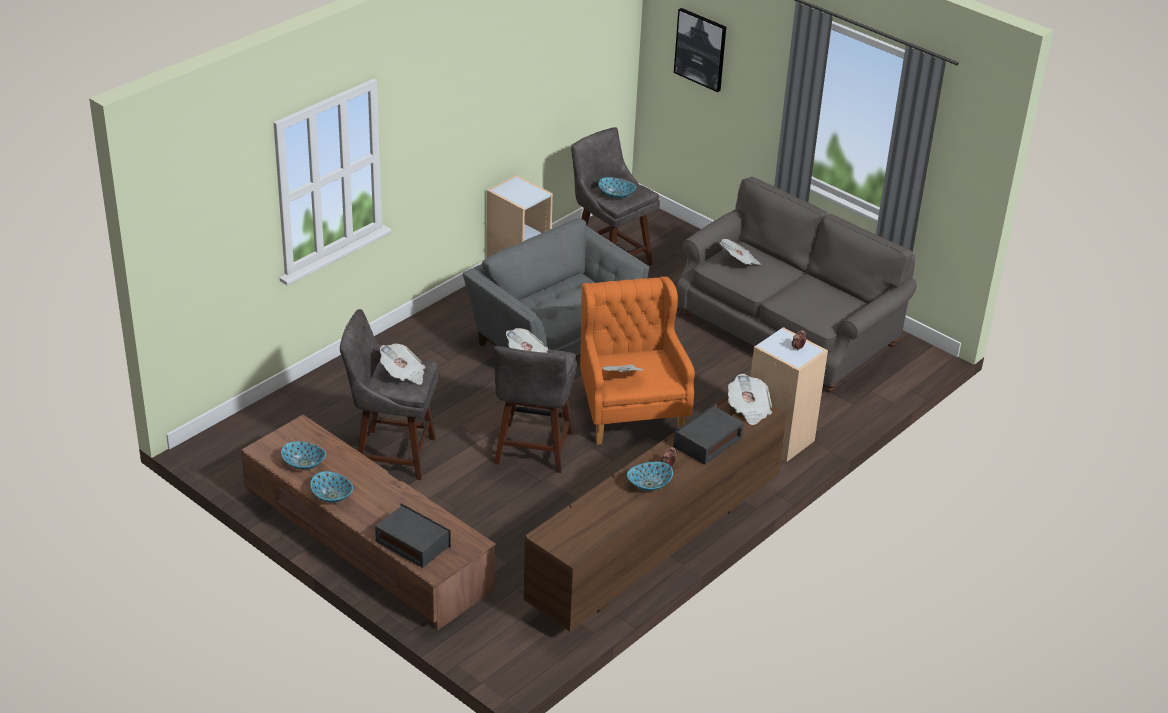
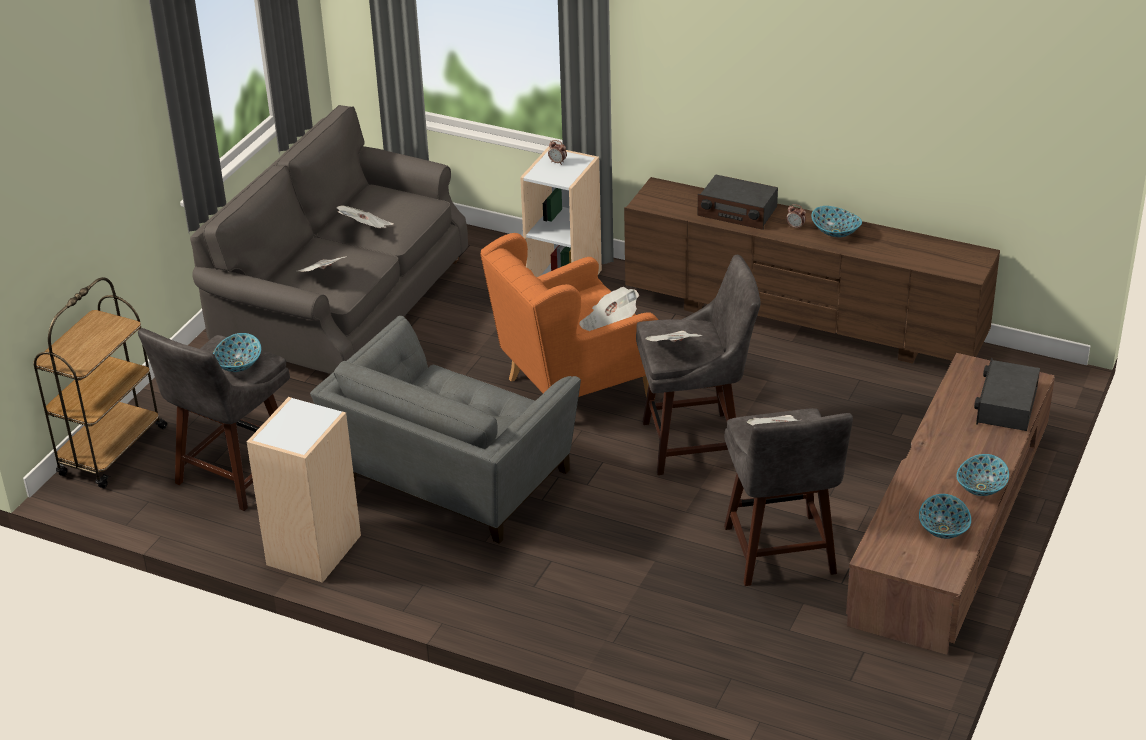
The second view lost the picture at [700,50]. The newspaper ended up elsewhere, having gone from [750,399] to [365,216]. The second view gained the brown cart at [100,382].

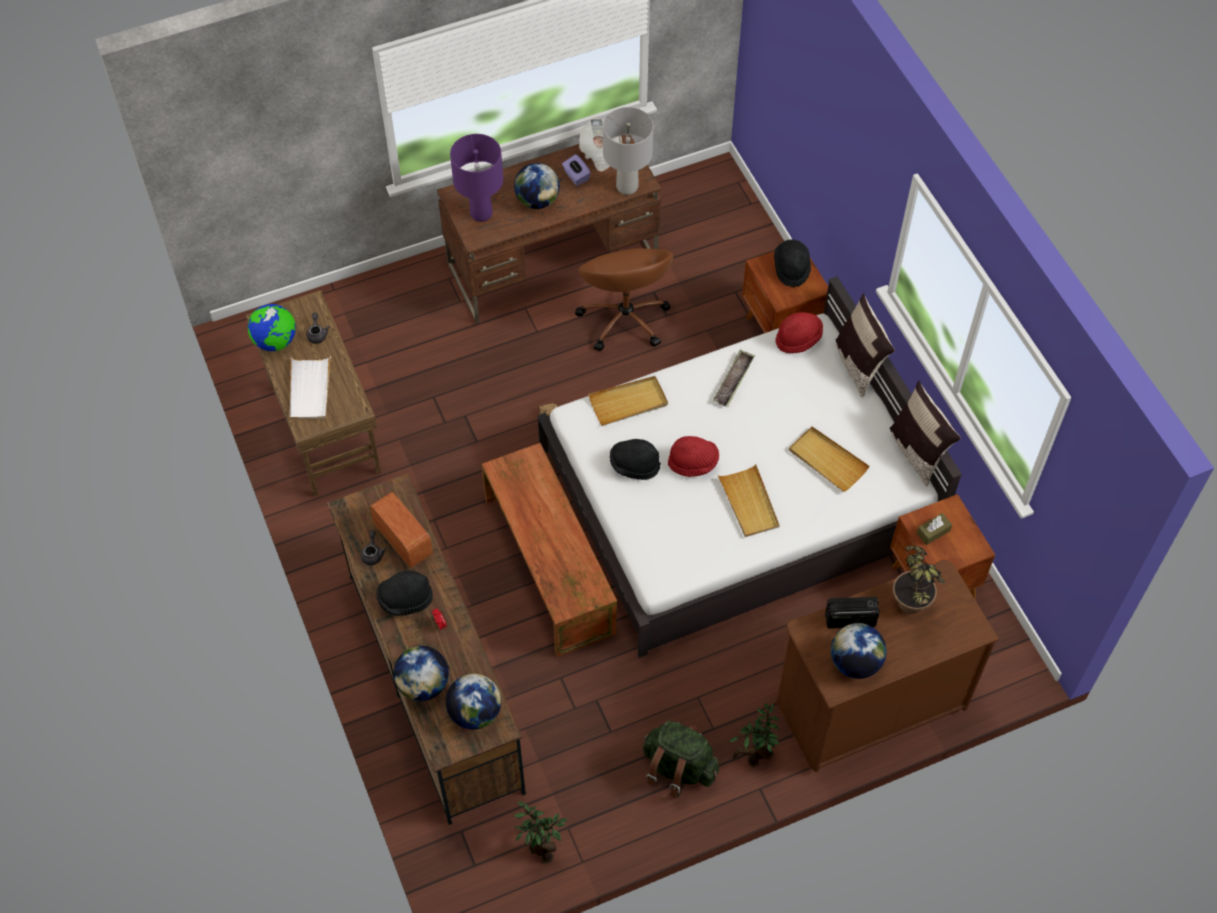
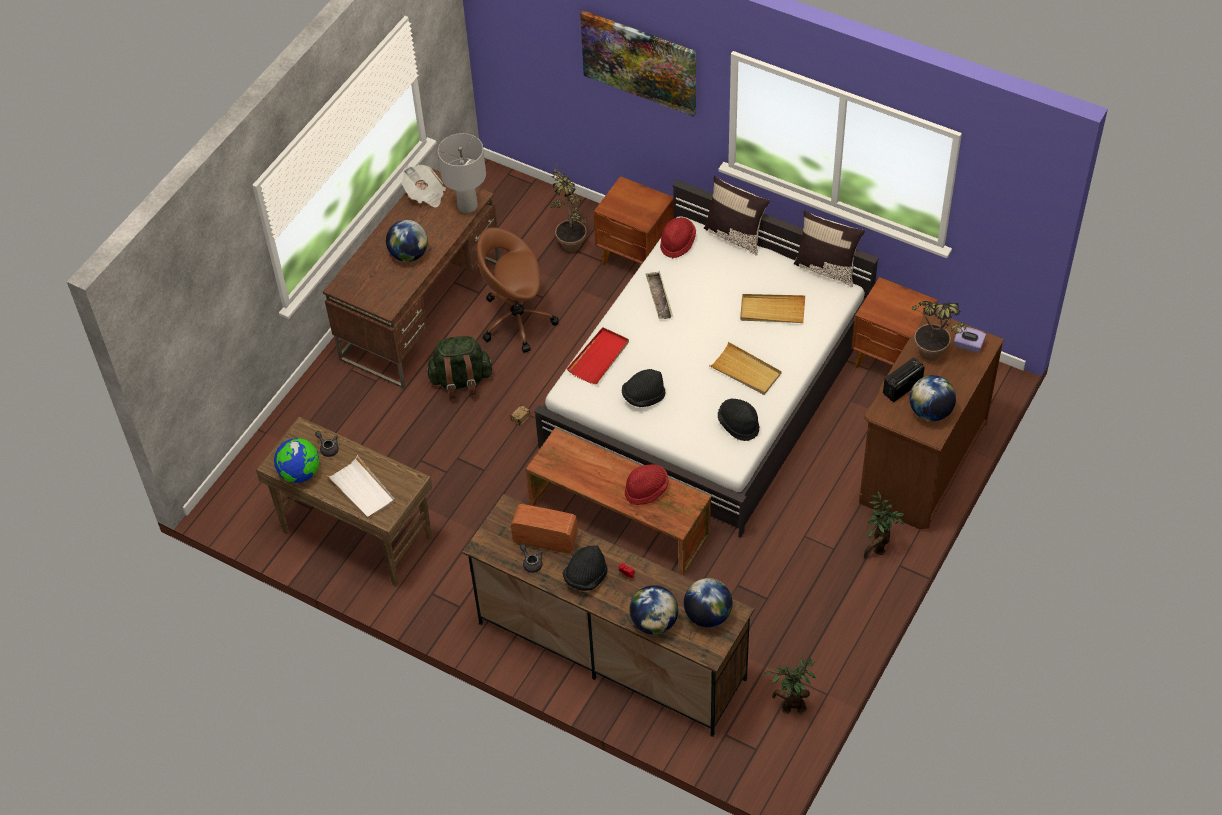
The second view lost the purple table lamp at [476,178]. The purple tissue box ended up elsewhere, having gone from [576,170] to [970,339]. The brown office chair at [624,299] ended up facing another way, 135 degrees clockwise from before. What was the beige tray at [628,401] turned into the red tray at [598,355]. The green backpack ended up elsewhere, having gone from [681,759] to [458,367]. The red hat ended up elsewhere, having gone from [693,456] to [646,484]. The black hat ended up elsewhere, having gone from [792,263] to [738,420]. The second view lost the brown tissue box at [934,529]. The second view gained the potted plant at [568,207]. The second view gained the picture at [638,63].

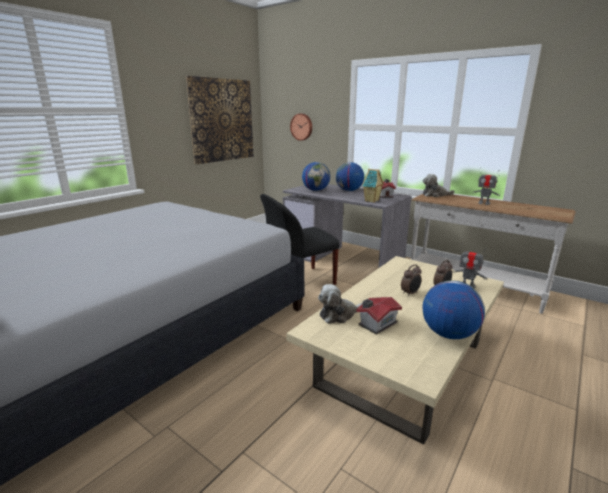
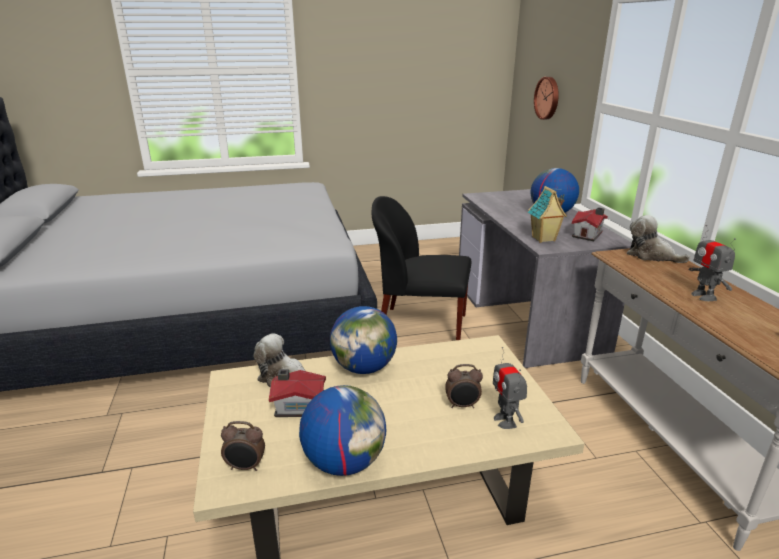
The second view lost the picture at [219,120]. The globe ended up elsewhere, having gone from [316,176] to [363,340]. The alarm clock ended up elsewhere, having gone from [411,280] to [243,446].

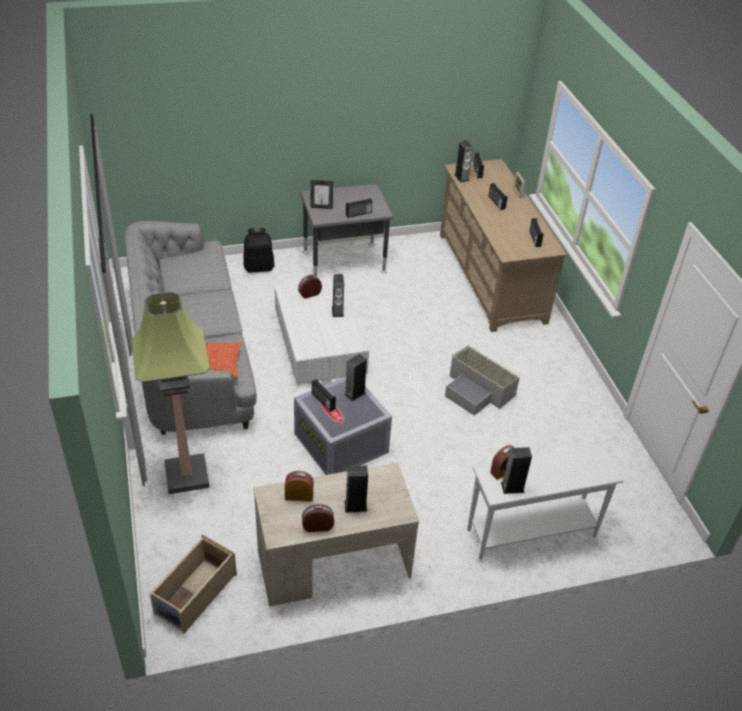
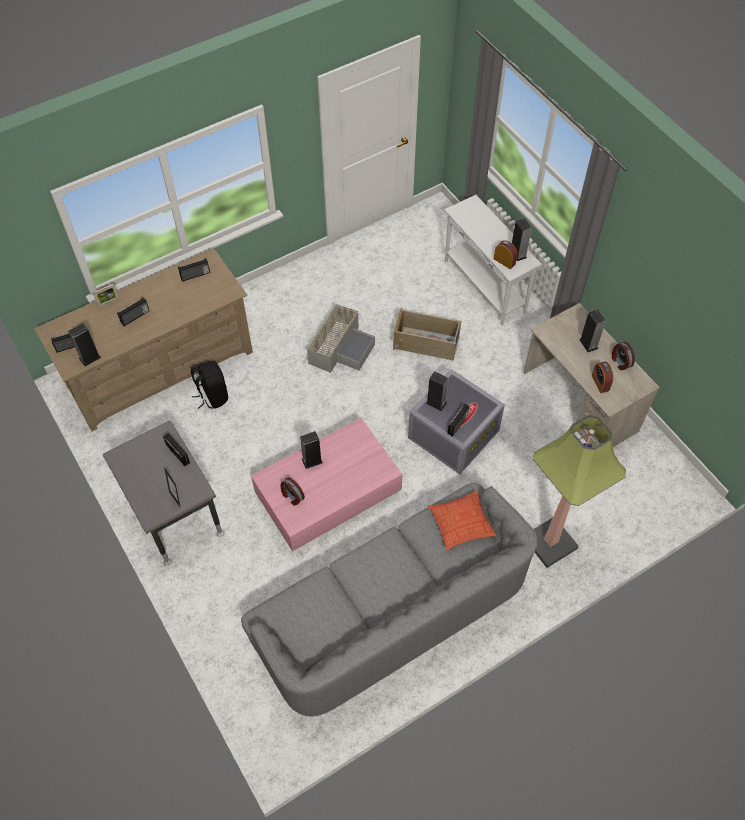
The beige storage box ended up elsewhere, having gone from [193,583] to [427,334]. The black backpack ended up elsewhere, having gone from [259,250] to [209,385]. What was the white coffee table at [321,331] turned into the pink coffee table at [327,484].

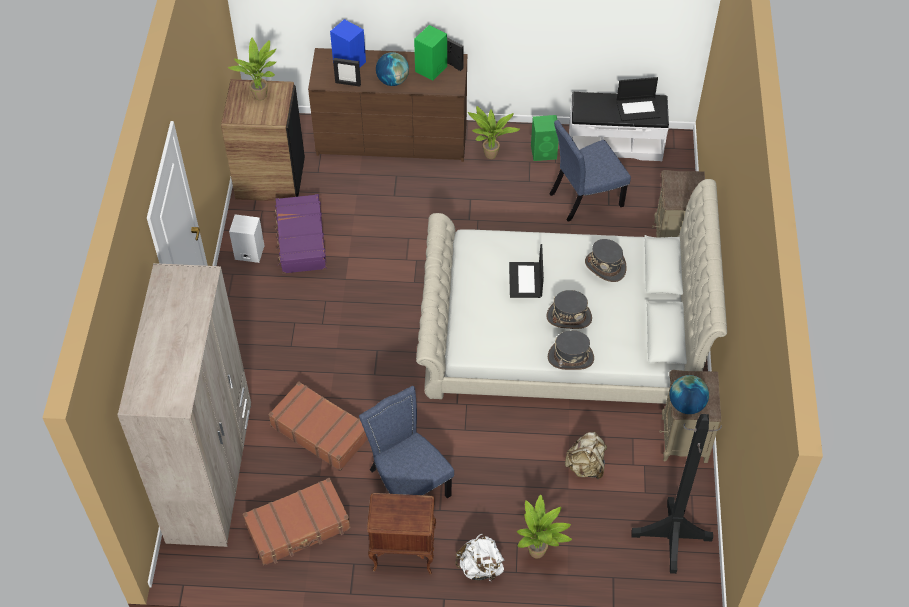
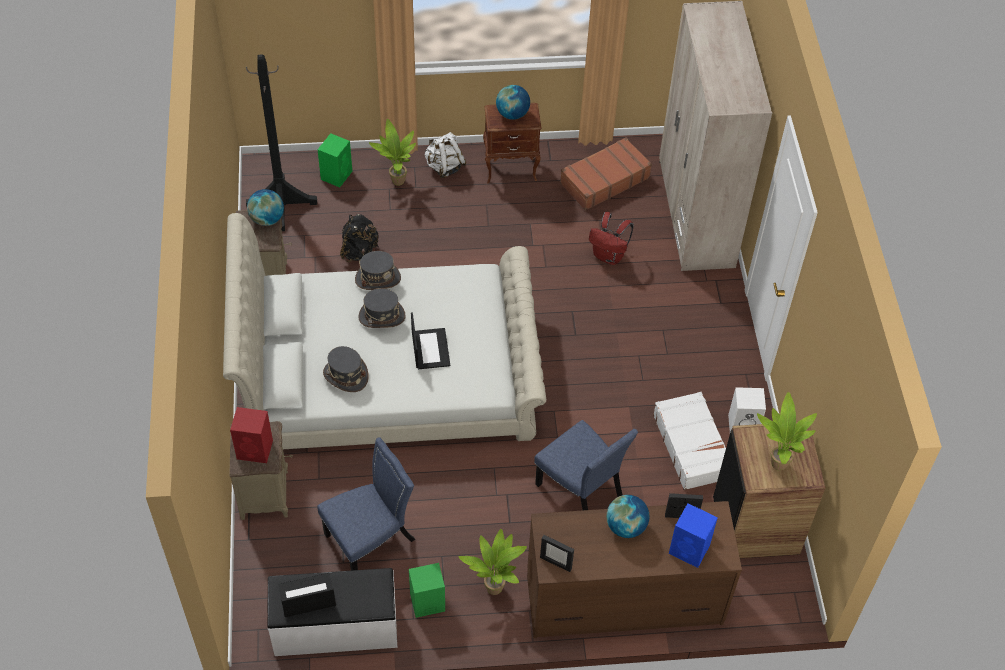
Where the brown suitcase stood at [318,426], the red backpack came to stand at [611,238]. What was the purple suitcase at [300,234] turned into the white suitcase at [689,441]. The blue chair ended up elsewhere, having gone from [406,442] to [586,465]. The green speaker ended up elsewhere, having gone from [430,53] to [335,160]. What was the beige backpack at [586,455] turned into the black backpack at [359,238]. The second view gained the red speaker at [251,435]. The second view gained the globe at [513,102].

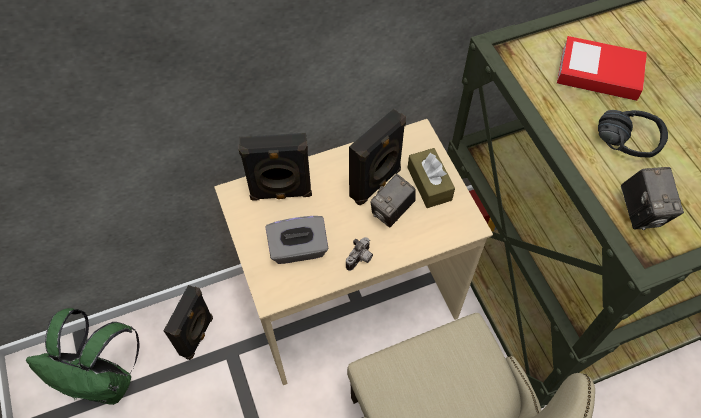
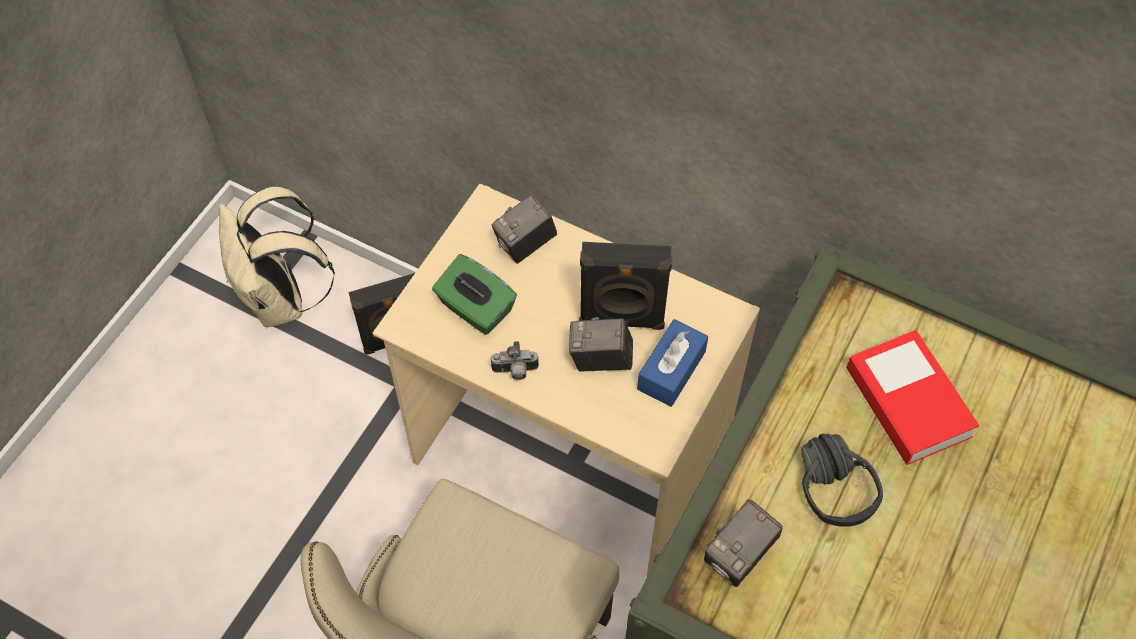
What was the green backpack at [82,356] turned into the beige backpack at [277,256]. Where the black speaker stood at [275,167], the photo camera came to stand at [524,229]. What was the grey tissue box at [297,240] turned into the green tissue box at [474,294]. What was the brown tissue box at [431,178] turned into the blue tissue box at [672,363].

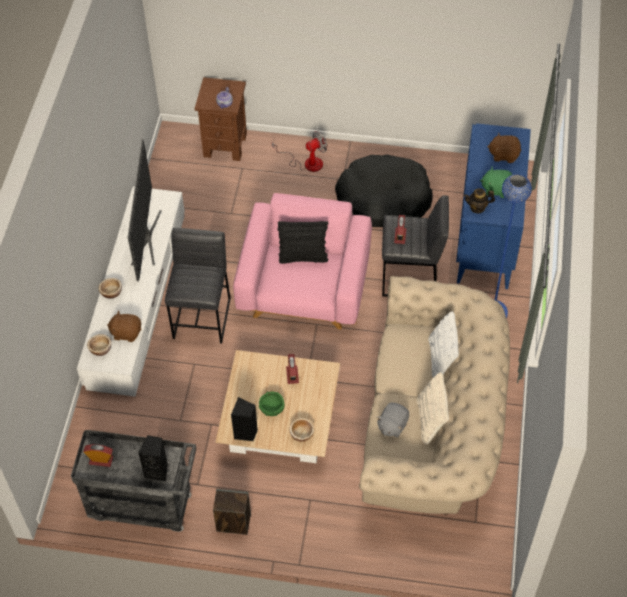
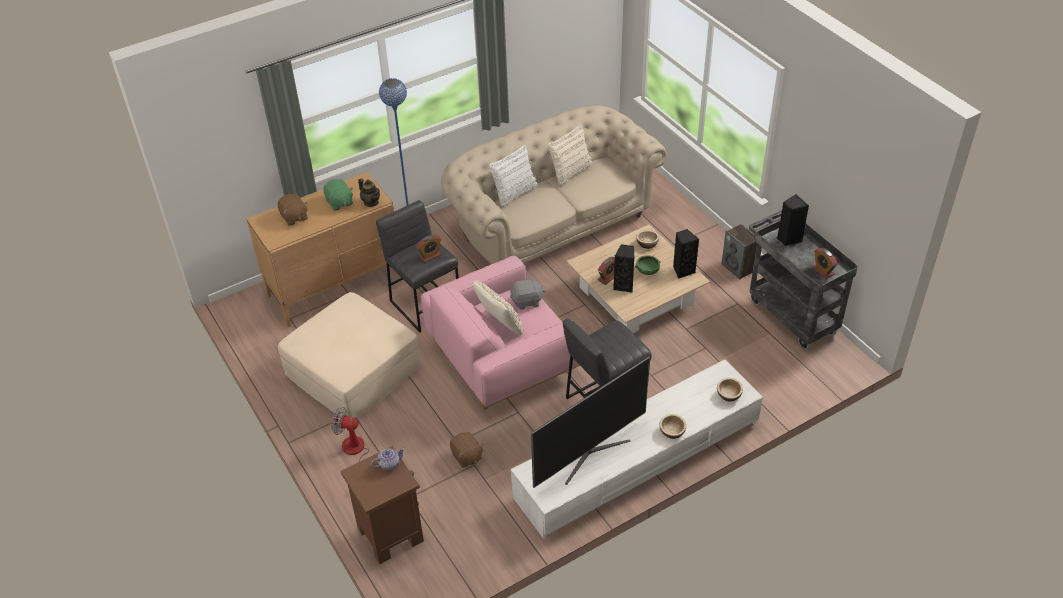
The brown plush toy ended up elsewhere, having gone from [124,326] to [466,450]. What was the black pillow at [303,242] turned into the beige pillow at [498,308]. Where the black dog bed stood at [384,190], the beige ottoman came to stand at [349,355]. The grey plush toy ended up elsewhere, having gone from [392,420] to [527,293]. What was the blue cabinet at [493,206] turned into the brown cabinet at [324,249]. The second view gained the black speaker at [623,268].

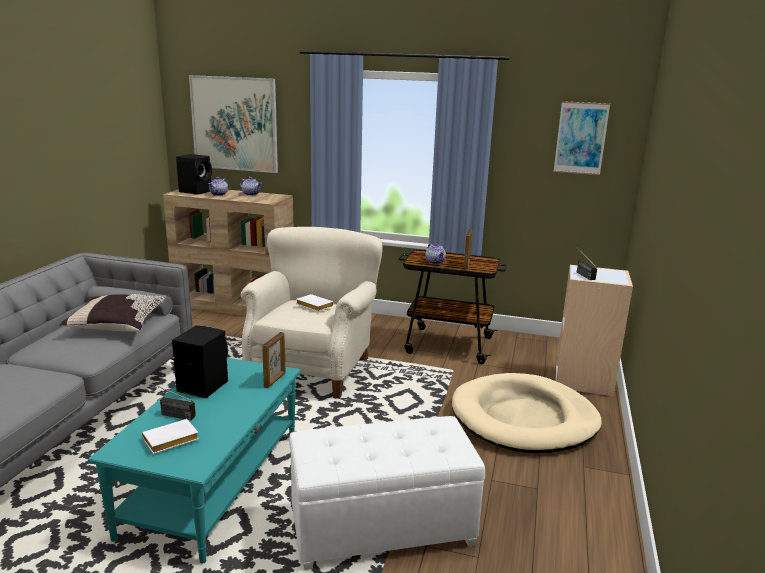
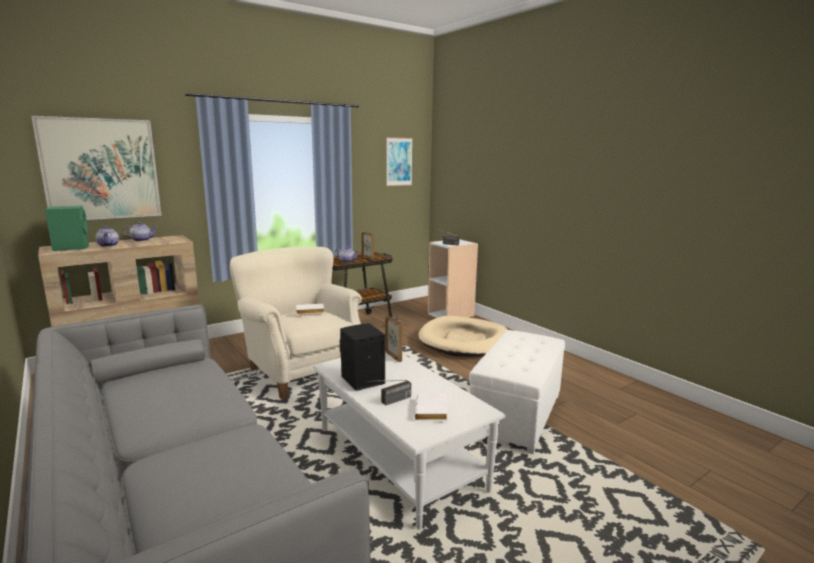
The second view lost the pillow at [112,313]. What was the turquoise coffee table at [194,461] turned into the white coffee table at [409,441]. What was the black speaker at [194,174] turned into the green speaker at [67,228].

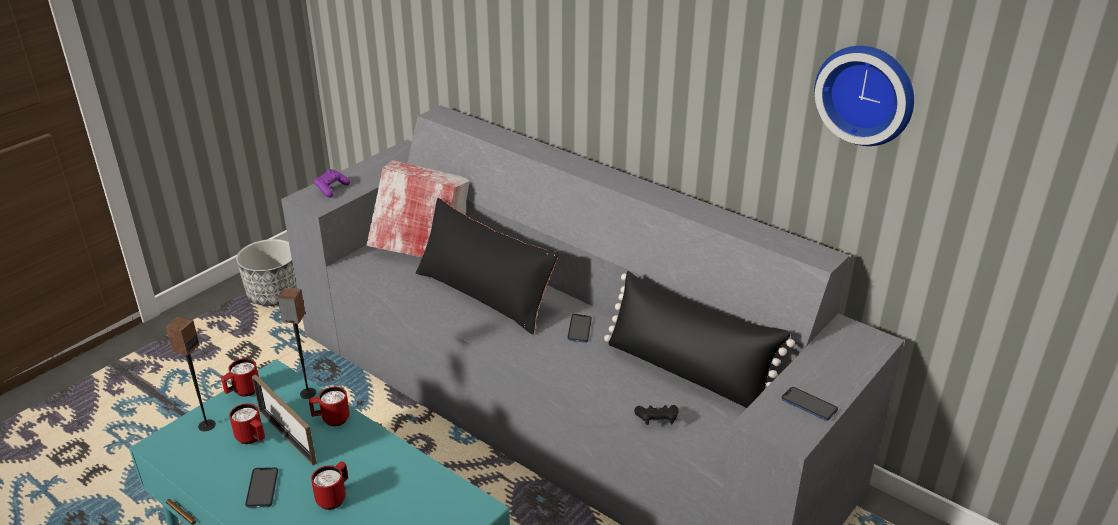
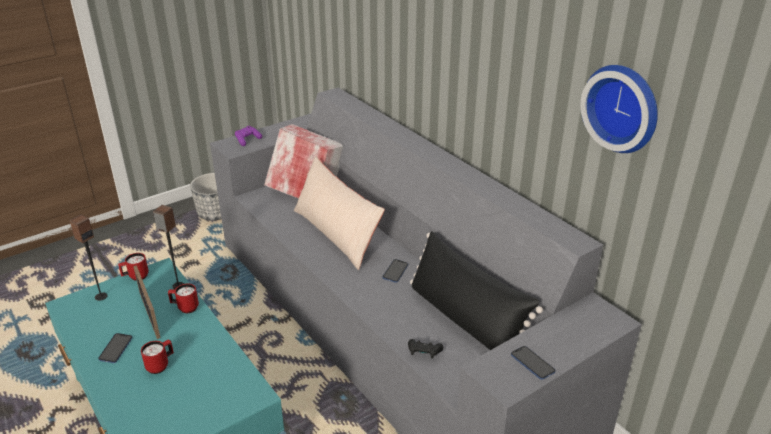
The second view lost the red mug at [247,423]. What was the black pillow at [487,266] turned into the beige pillow at [339,213].

